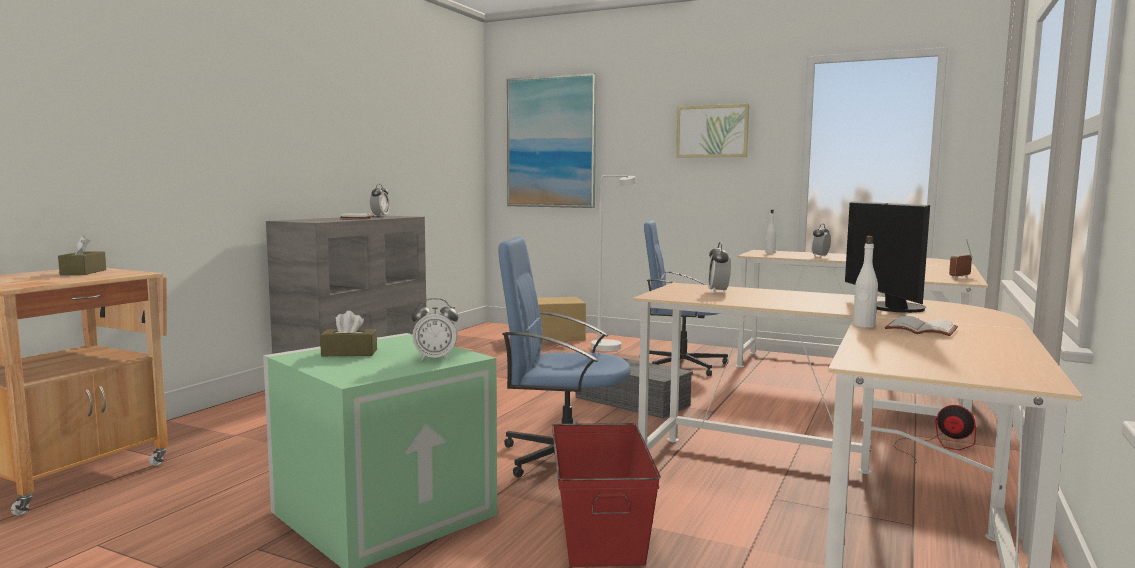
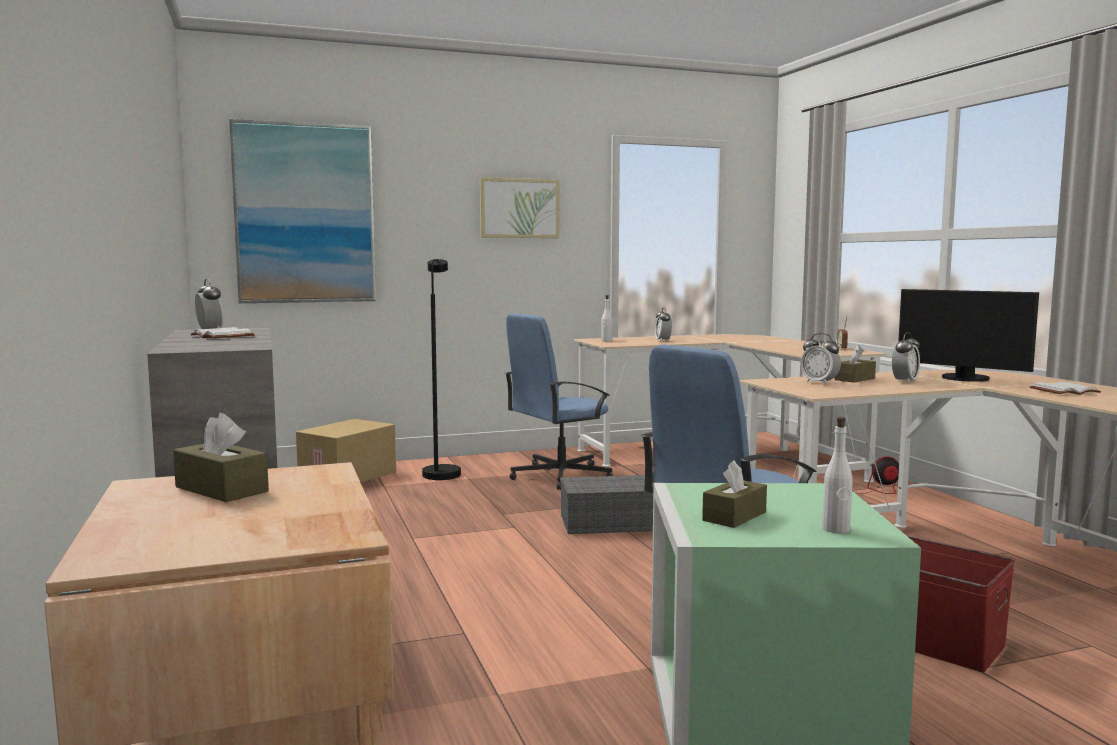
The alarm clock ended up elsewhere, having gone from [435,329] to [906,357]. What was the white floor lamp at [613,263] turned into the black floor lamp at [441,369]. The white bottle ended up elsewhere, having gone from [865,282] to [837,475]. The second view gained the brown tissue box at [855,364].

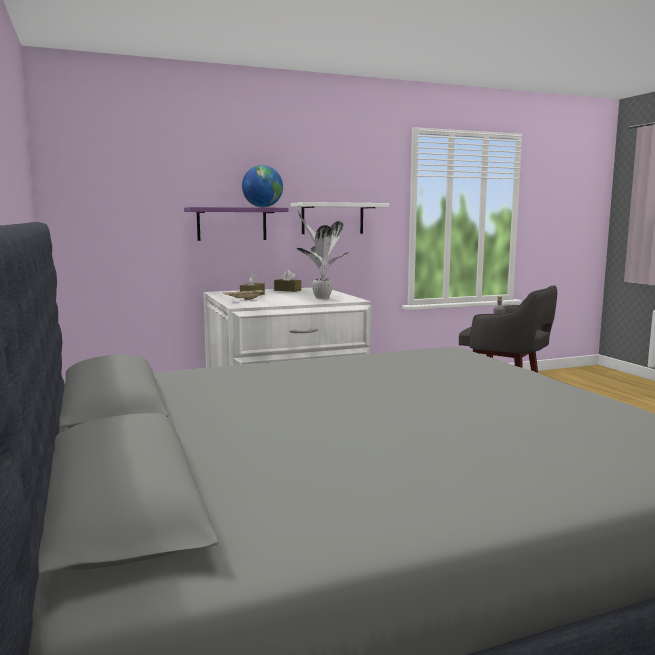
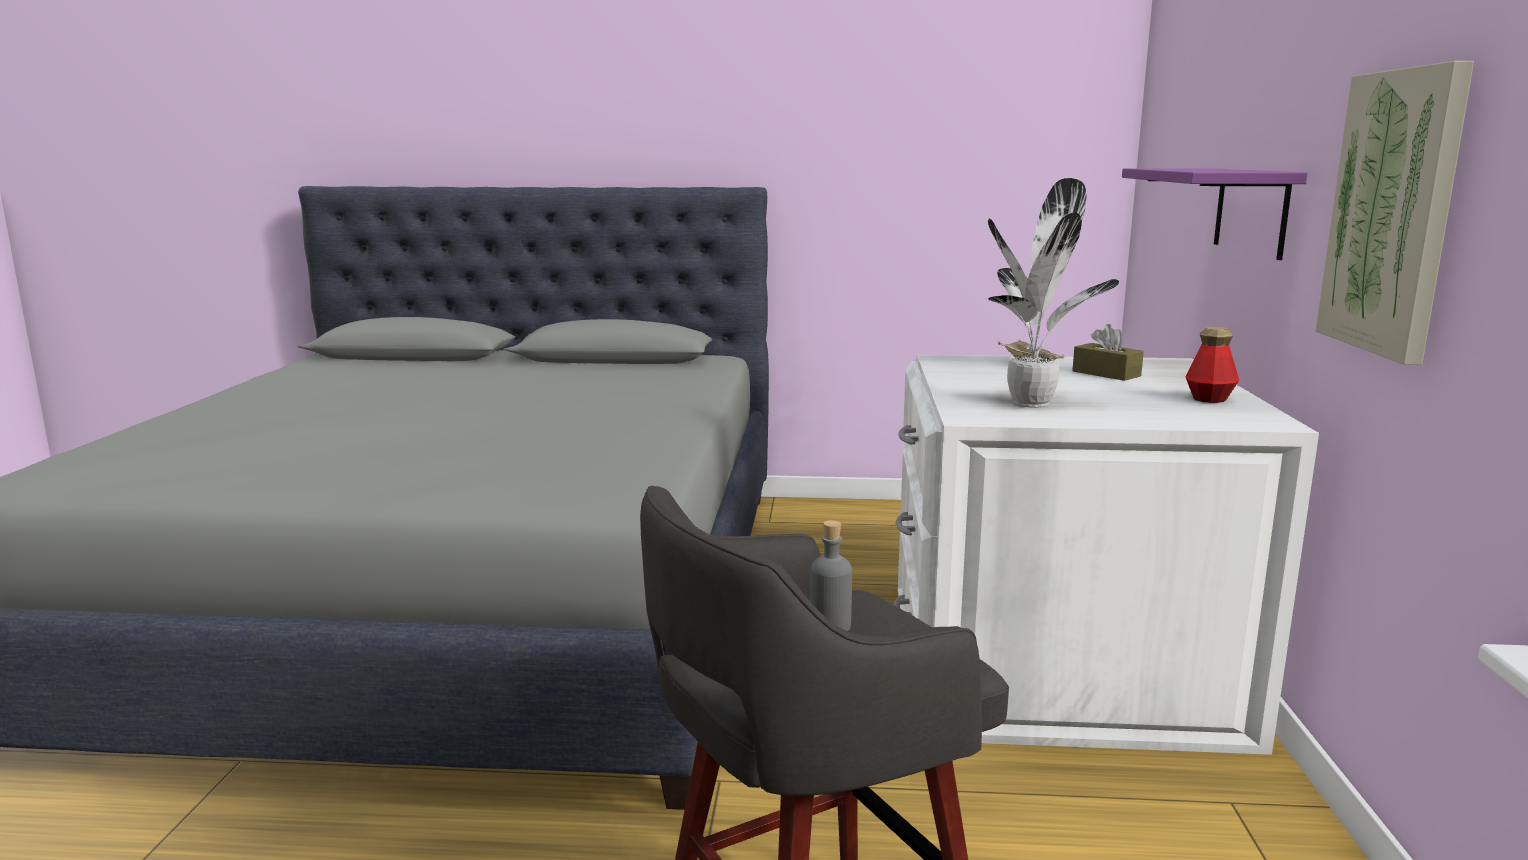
The second view lost the globe at [262,186]. Where the brown tissue box stood at [287,281], the bottle came to stand at [1212,365]. Where the white shelf hung at [340,218], the picture came to hang at [1395,213].

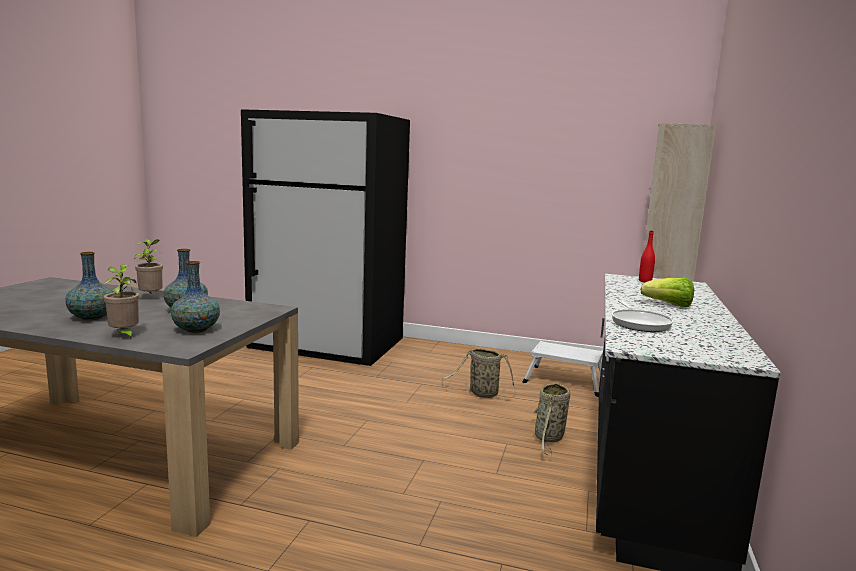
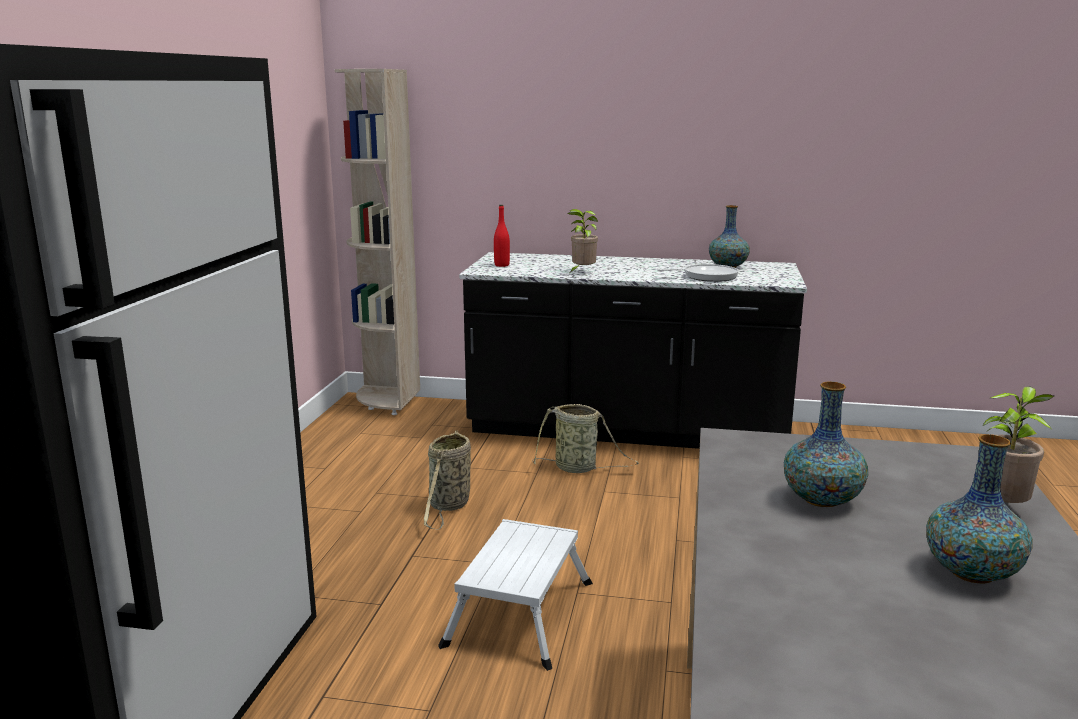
The potted plant ended up elsewhere, having gone from [148,266] to [582,240]. The vase ended up elsewhere, having gone from [195,297] to [729,236]. The white step ladder ended up elsewhere, having gone from [562,369] to [515,595]. The second view lost the lettuce at [667,292].

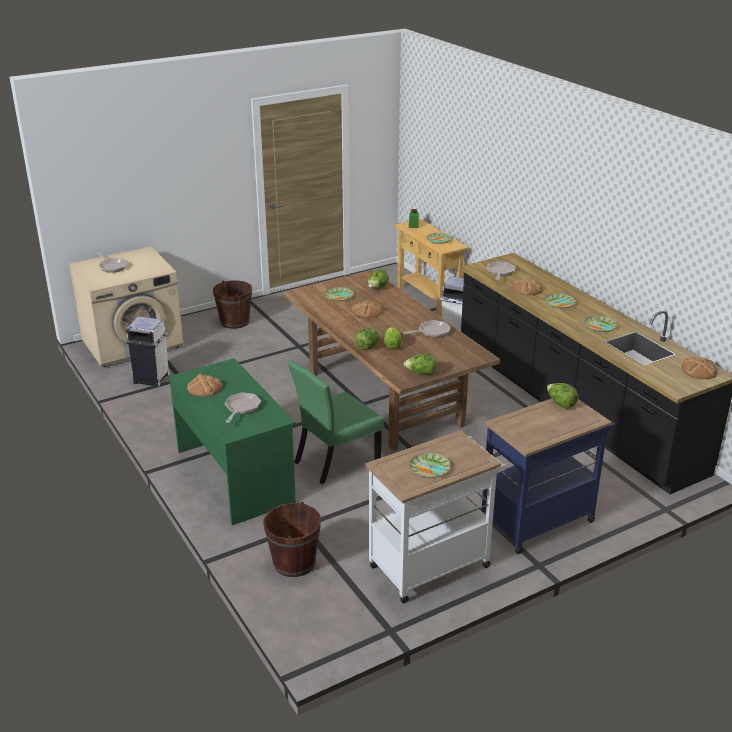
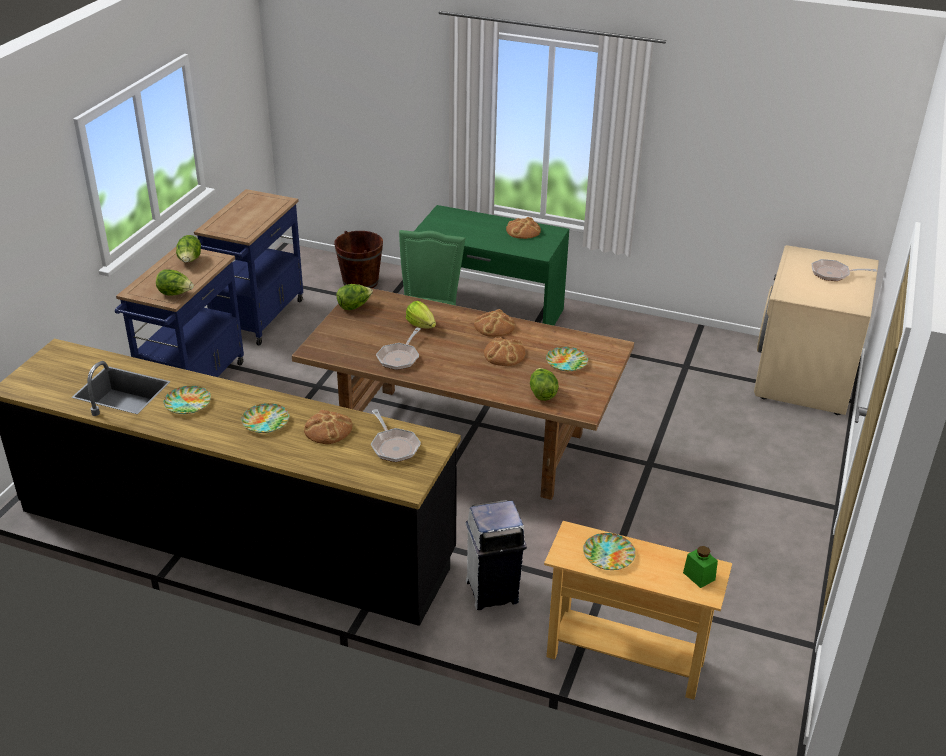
The second view lost the white trash can at [148,351]. The second view lost the brown bucket at [232,304]. The second view lost the frying pan at [243,407]. The lettuce ended up elsewhere, having gone from [367,339] to [188,249]. What was the white cart at [436,516] turned into the blue cart at [248,267]. The second view lost the plate at [430,465]. The bread ended up elsewhere, having gone from [699,368] to [494,323].

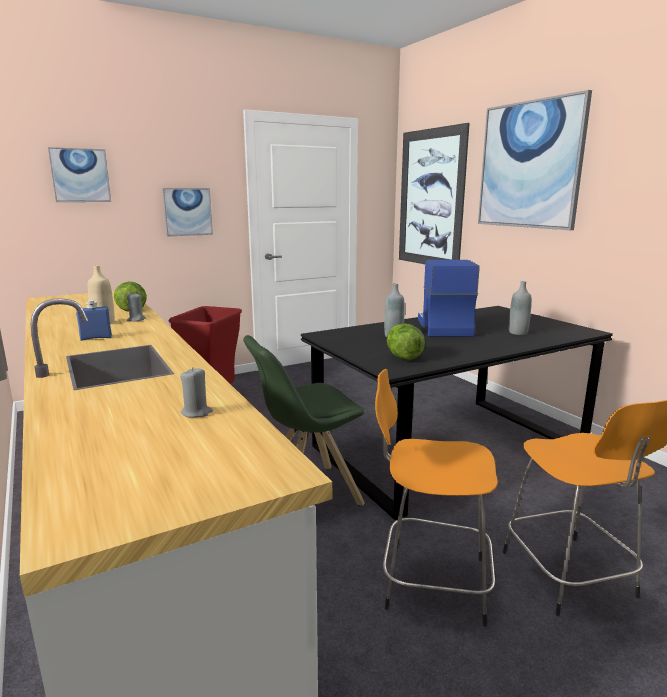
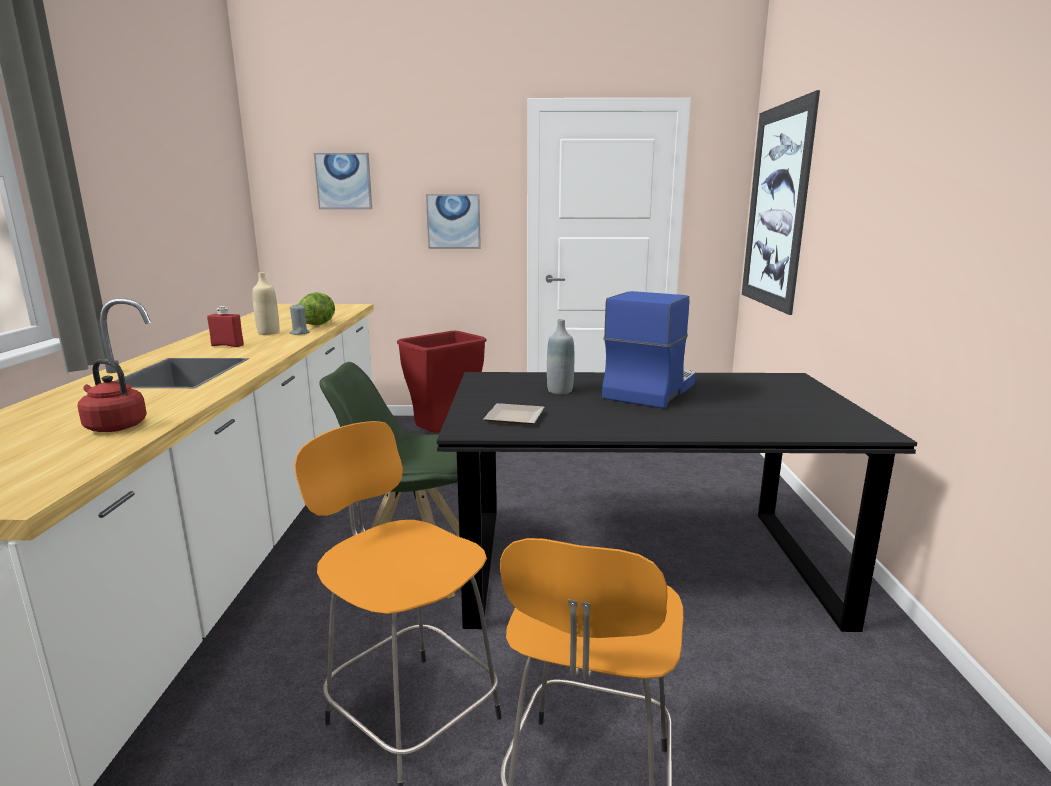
What was the blue bottle at [94,320] turned into the red bottle at [225,326]. Where the grey candle stood at [196,392], the red kettle came to stand at [112,395]. Where the lettuce stood at [406,341], the plate came to stand at [513,414]. The second view lost the picture at [535,160]. The second view lost the grey bottle at [520,308].

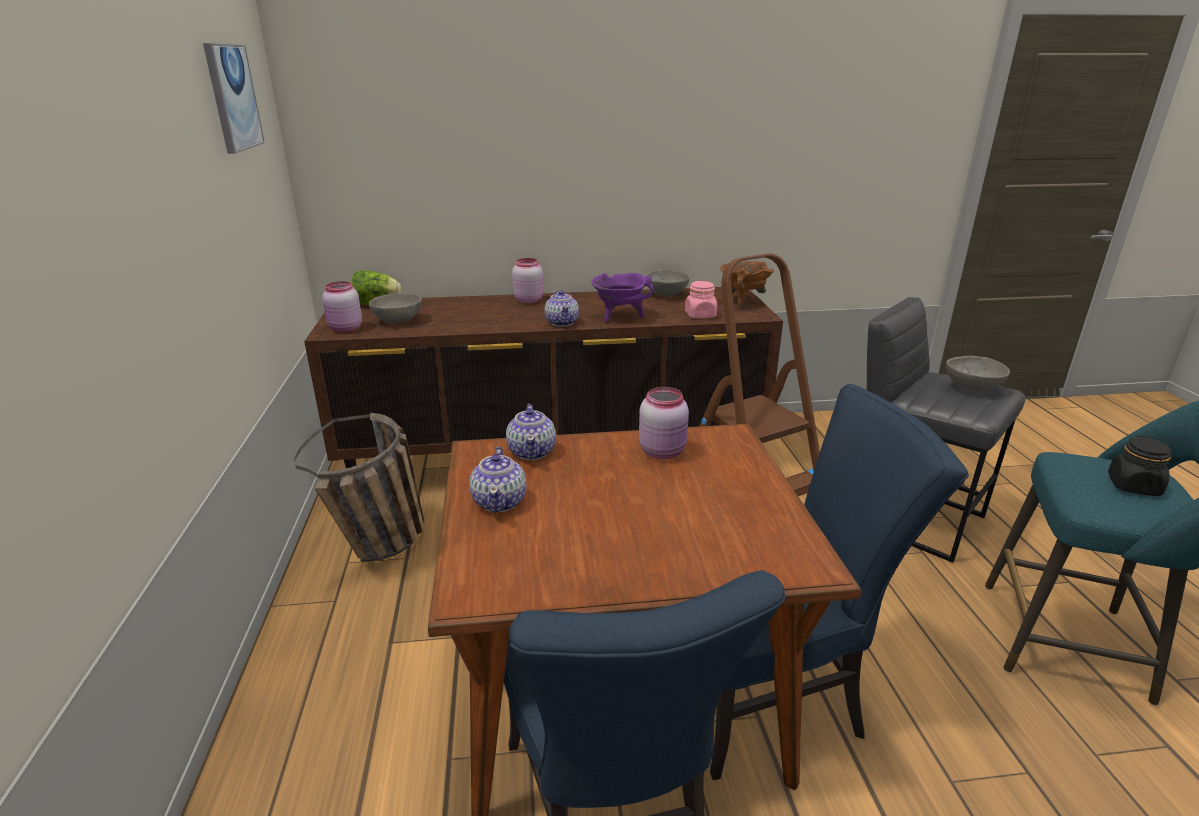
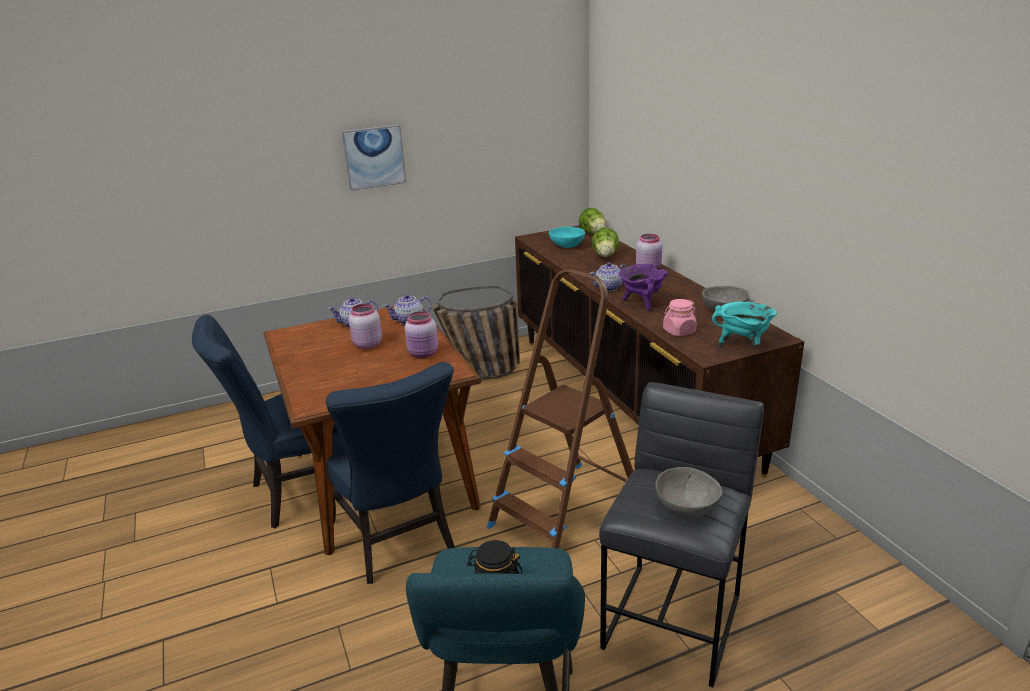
The picture ended up elsewhere, having gone from [234,98] to [373,158]. The pink jar ended up elsewhere, having gone from [342,306] to [365,326]. What was the grey bowl at [395,308] turned into the turquoise bowl at [567,237]. What was the brown cooking pot at [747,285] turned into the turquoise cooking pot at [744,324]. The second view gained the lettuce at [605,242].

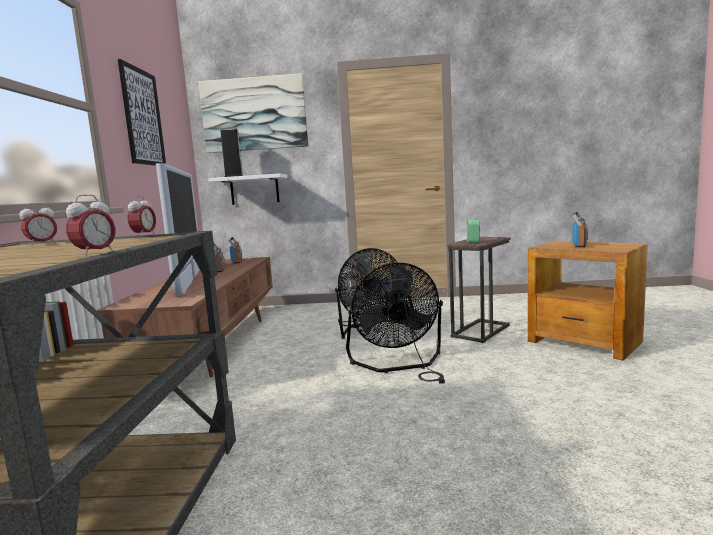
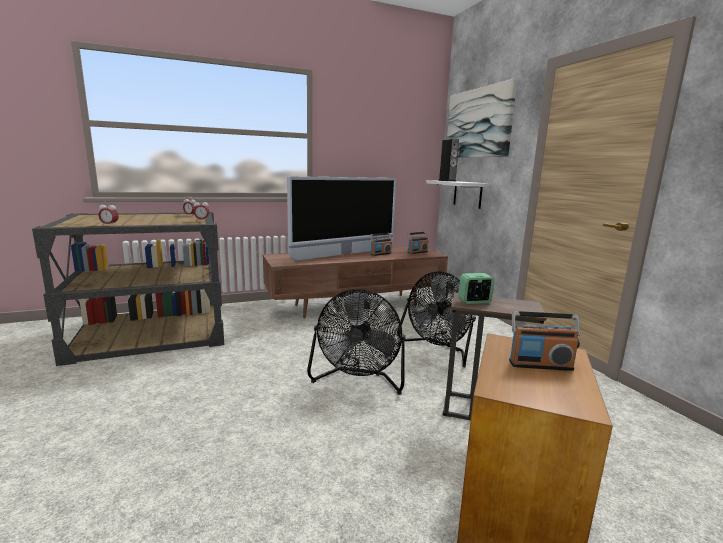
The second view lost the picture at [142,112]. The black fan at [395,323] ended up facing another way, 135 degrees clockwise from before.

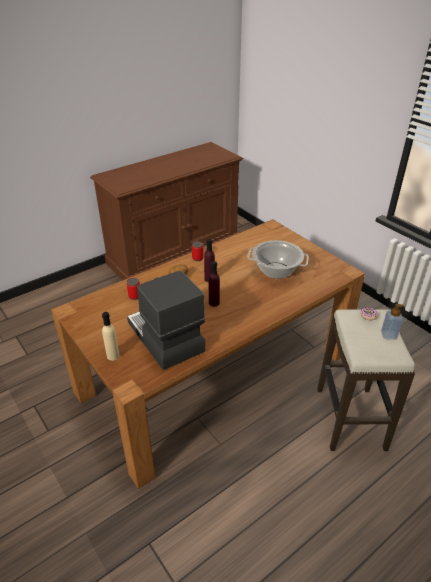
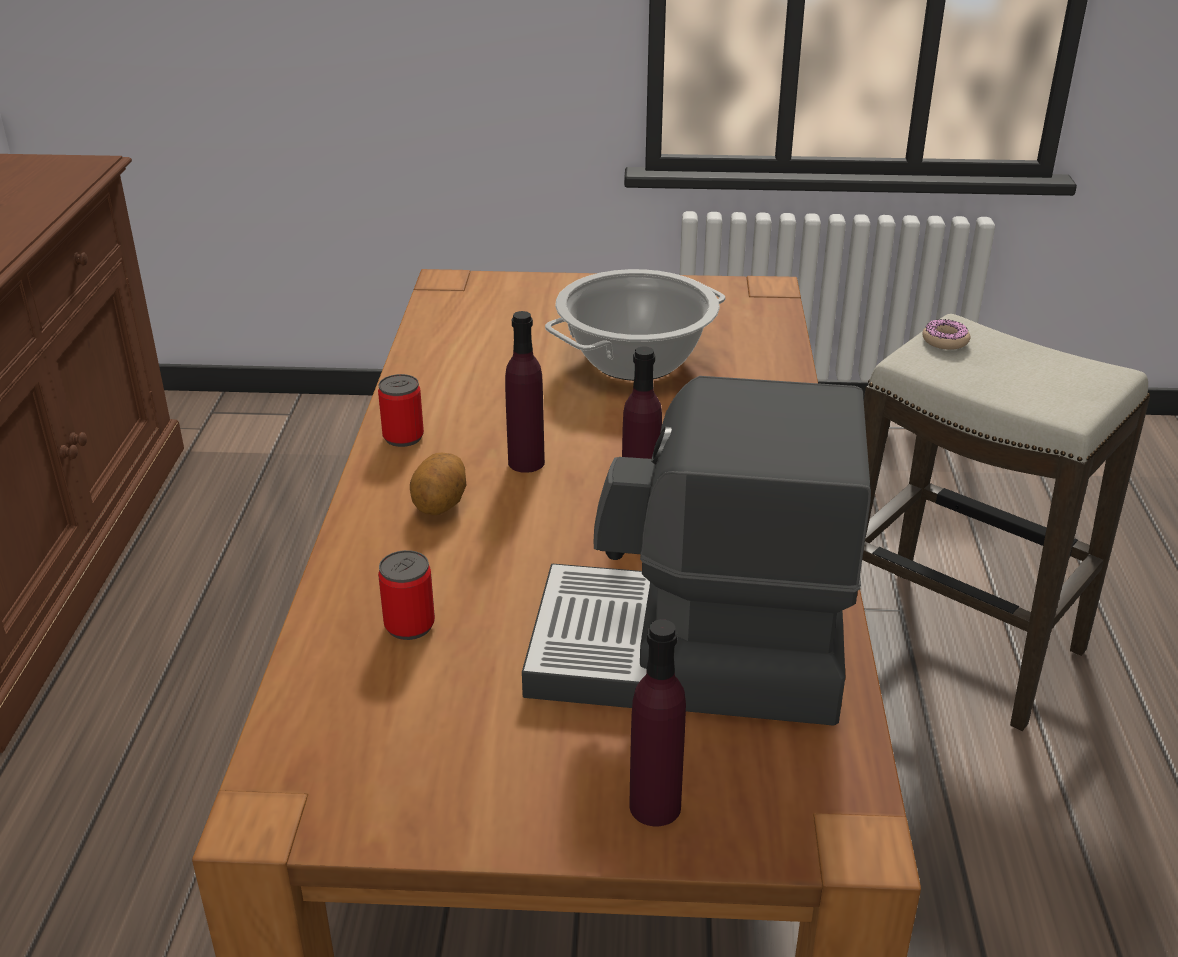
What was the beige bottle at [111,336] turned into the purple bottle at [658,722]. The second view lost the soap dispenser at [392,321].

